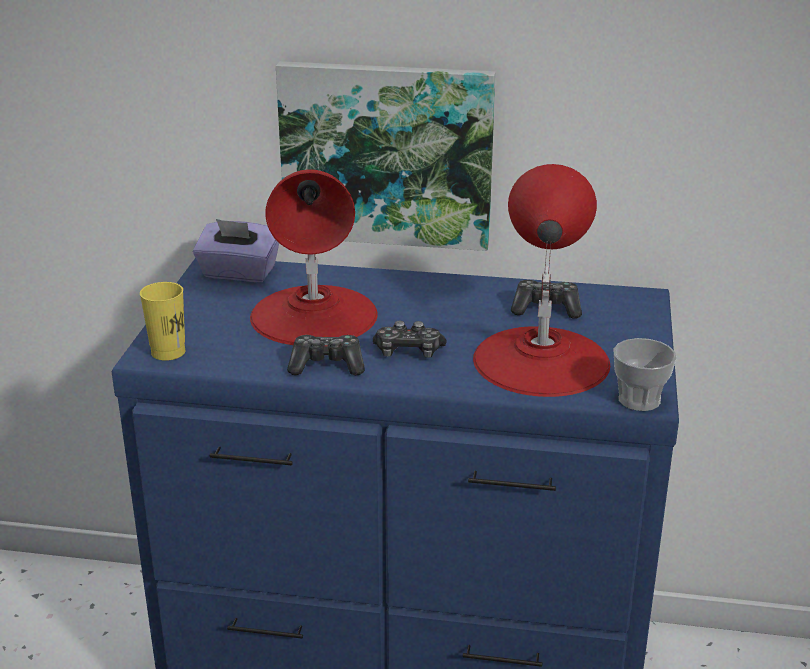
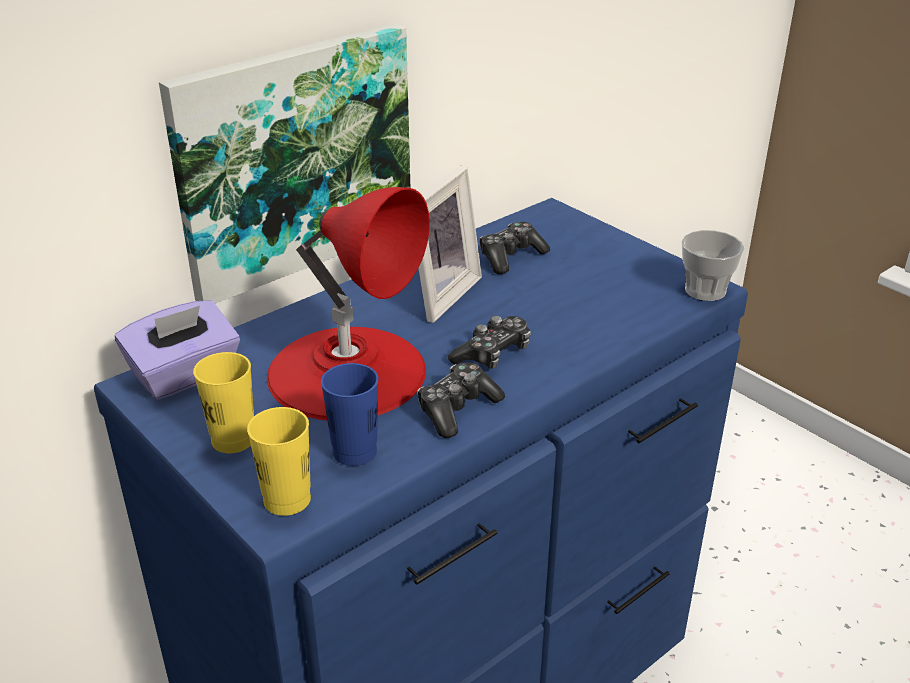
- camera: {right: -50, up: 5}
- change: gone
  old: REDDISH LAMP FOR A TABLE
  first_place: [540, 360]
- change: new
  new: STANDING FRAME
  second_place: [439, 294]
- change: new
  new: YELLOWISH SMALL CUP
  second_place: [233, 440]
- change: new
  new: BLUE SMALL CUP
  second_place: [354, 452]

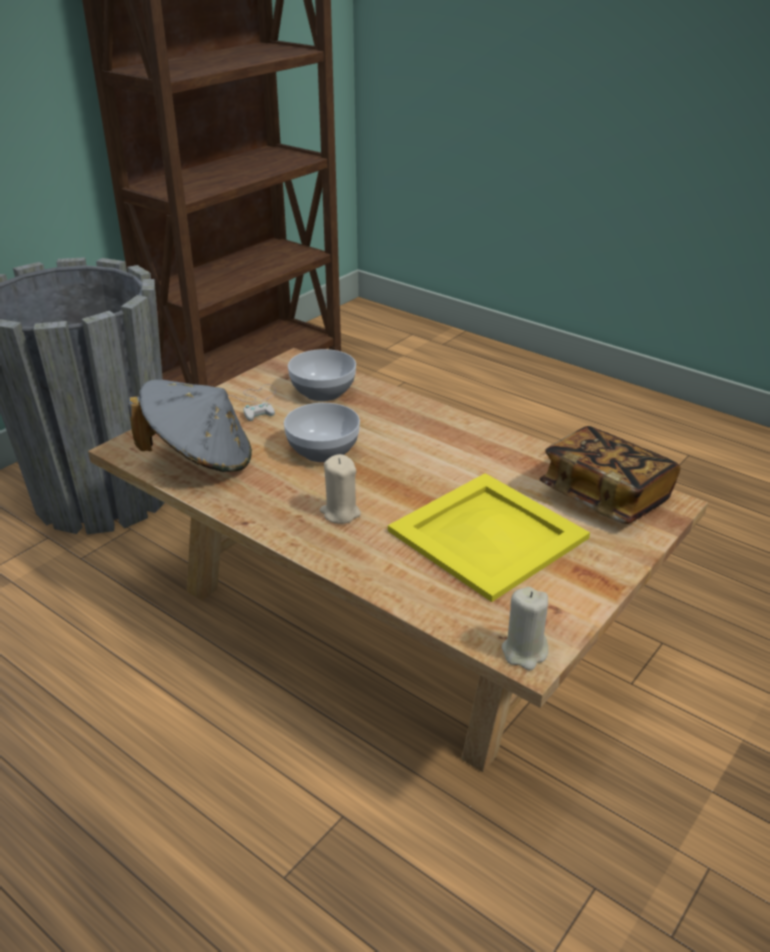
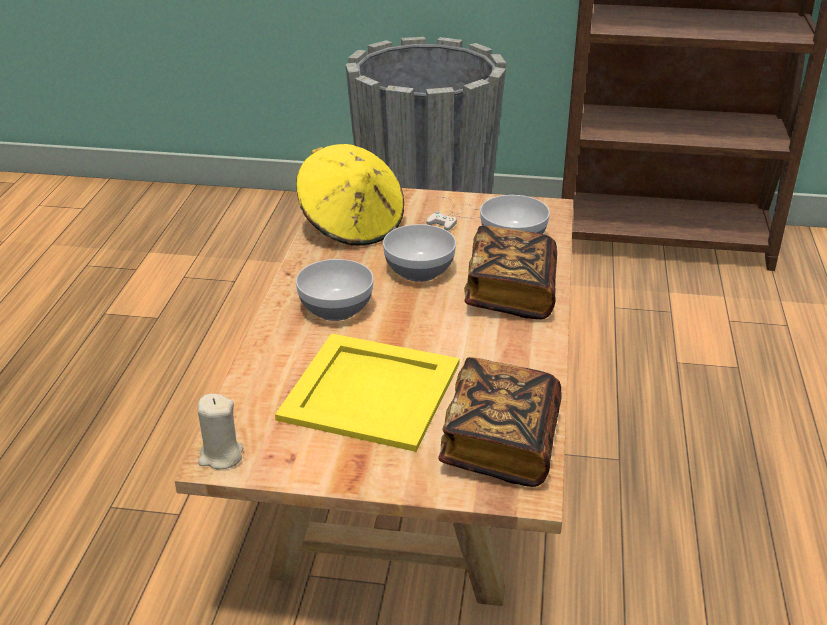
- camera: {right: 60, up: 0}
- change: repainted
  old: GREYISH WEARABLE HAT
  new: YELLOWISH WEARABLE HAT
  first_place: [200, 459]
  second_place: [352, 225]
- change: swapped
  old: SAND-COLOURED WAX CANDLE
  new: SERVING BOWL
  first_place: [340, 513]
  second_place: [337, 309]
- change: new
  new: BOOK
  second_place: [510, 293]

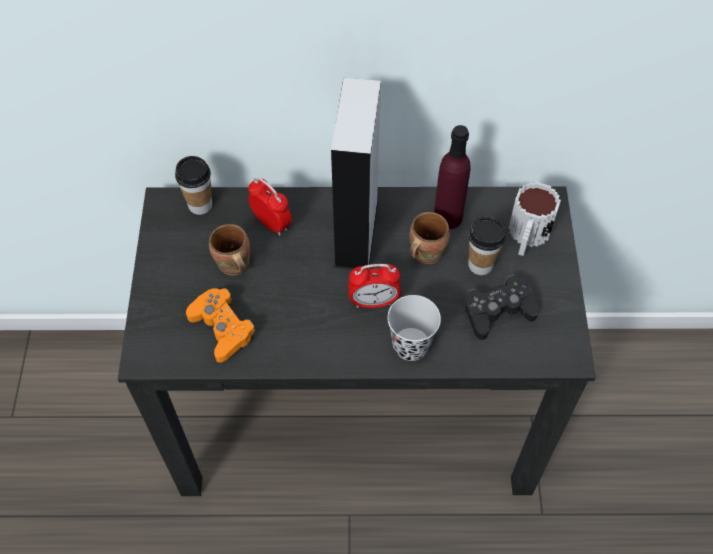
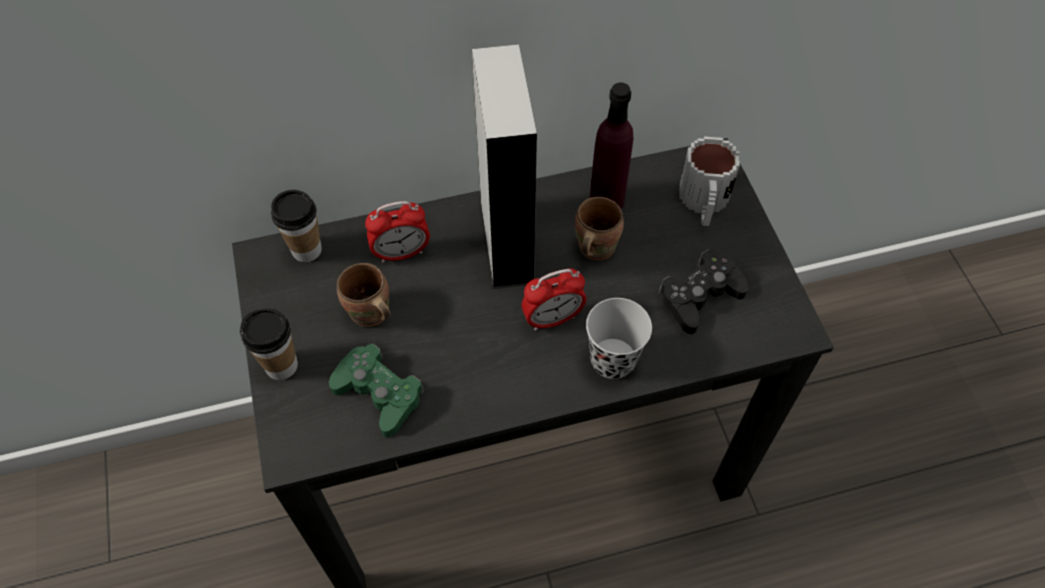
- camera: {right: -15, up: 0}
- change: rotated
  old: TABLE CLOCK
  first_place: [272, 223]
  second_place: [401, 253]
  degrees: 135
- change: shifted
  old: SMALL CUP
  first_place: [480, 264]
  second_place: [281, 366]
- change: repainted
  old: ORANGE-COLOURED GAMEPAD
  new: GREENISH GAMEPAD
  first_place: [222, 328]
  second_place: [379, 393]

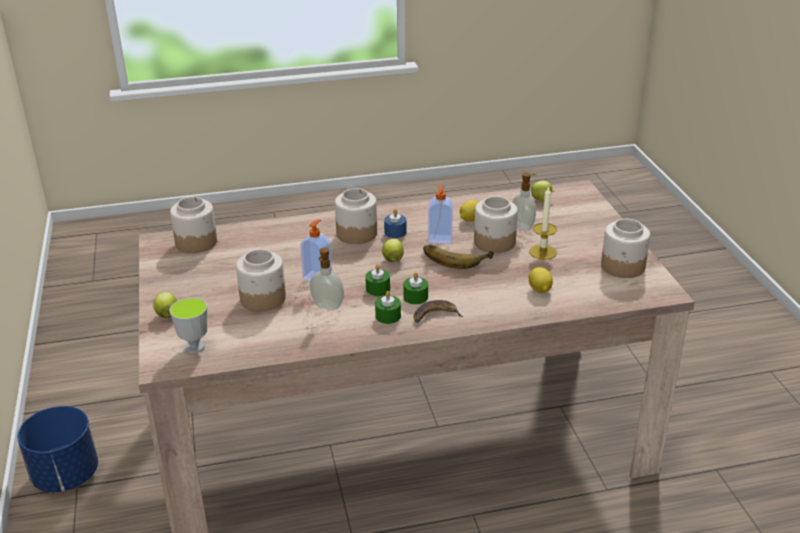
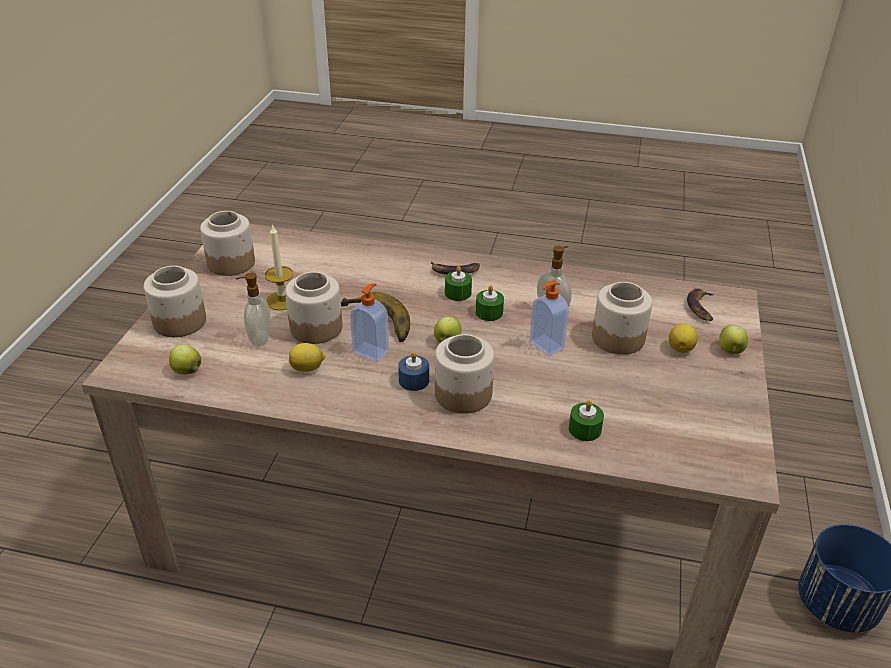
- camera: {right: -155, up: 5}
- change: shifted
  old: JAR
  first_place: [196, 242]
  second_place: [179, 322]
- change: shifted
  old: WHOLE LEMON
  first_place: [539, 290]
  second_place: [681, 348]
- change: shifted
  old: GREENISH WAX CANDLE
  first_place: [388, 316]
  second_place: [584, 429]
- change: swapped
  old: SMALL CUP
  new: BANANA FRUIT
  first_place: [194, 347]
  second_place: [701, 307]

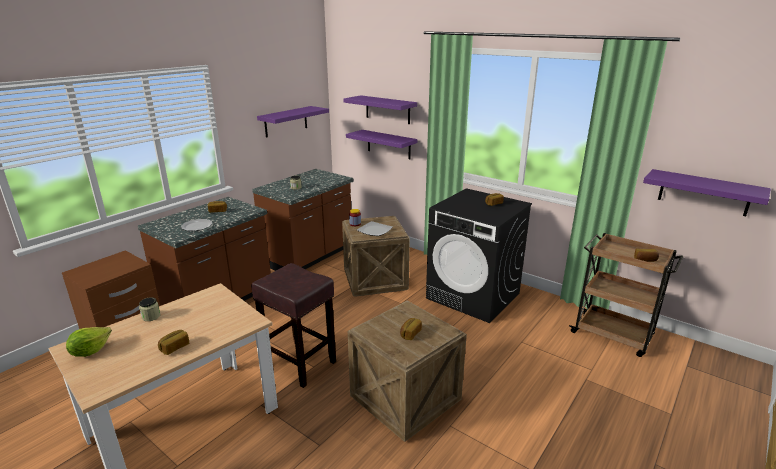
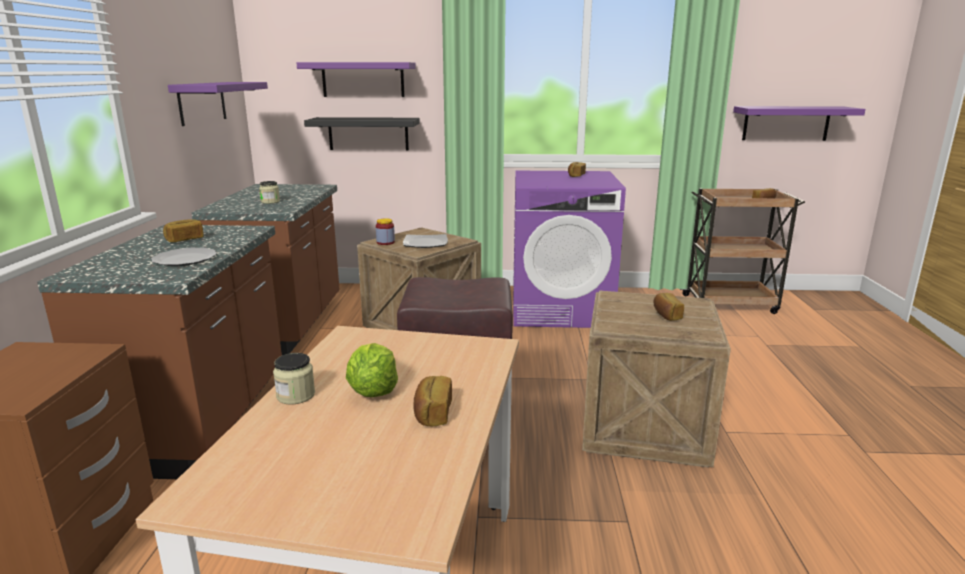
- camera: {right: -35, up: -5}
- change: repainted
  old: PURPLE WALL SHELF
  new: BLACKISH WALL SHELF
  first_place: [388, 144]
  second_place: [368, 133]
- change: repainted
  old: BLACKISH LAUNDRY MACHINE
  new: PURPLE LAUNDRY MACHINE
  first_place: [473, 296]
  second_place: [561, 310]
- change: shifted
  old: LETTUCE HEAD
  first_place: [90, 351]
  second_place: [373, 390]

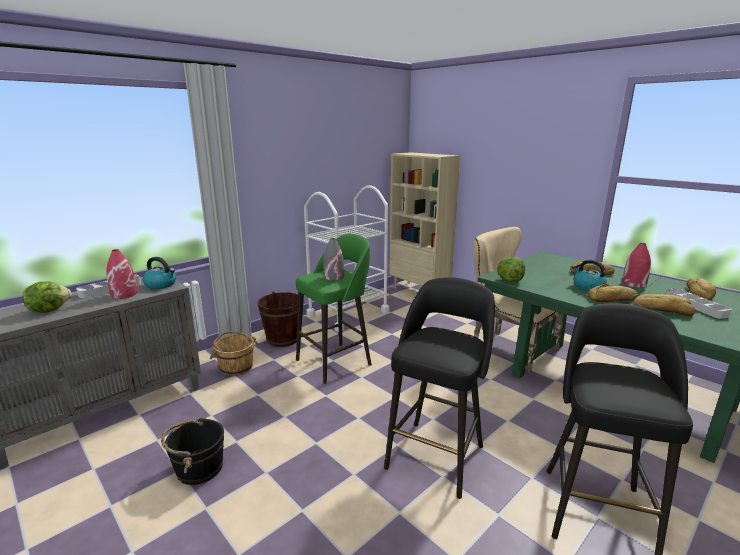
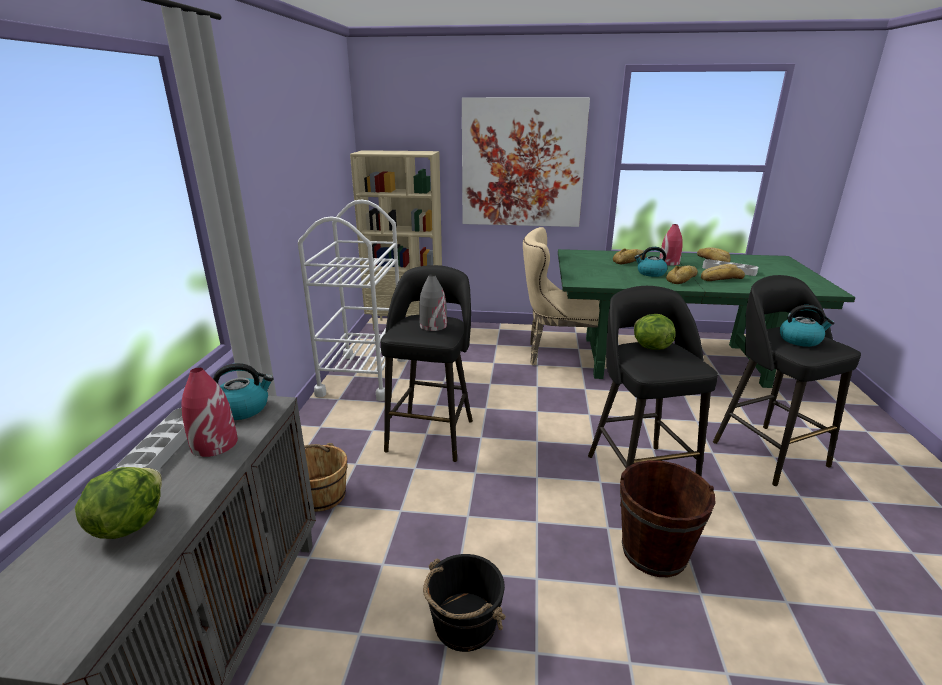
- camera: {right: -40, up: 5}
- change: repainted
  old: GREENISH STOOL SEAT
  new: BLACKISH STOOL SEAT
  first_place: [335, 362]
  second_place: [431, 434]
- change: shifted
  old: LETTUCE HEAD
  first_place: [509, 280]
  second_place: [650, 347]
- change: shifted
  old: BROWN PAIL
  first_place: [283, 339]
  second_place: [654, 552]
- change: new
  new: WALL PICTURE
  second_place: [522, 163]
- change: new
  new: WATER KETTLE
  second_place: [800, 340]

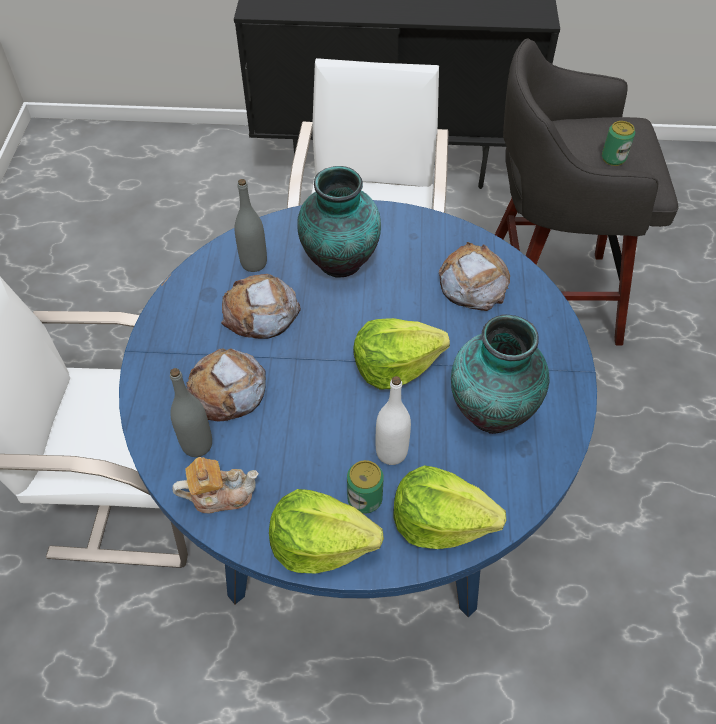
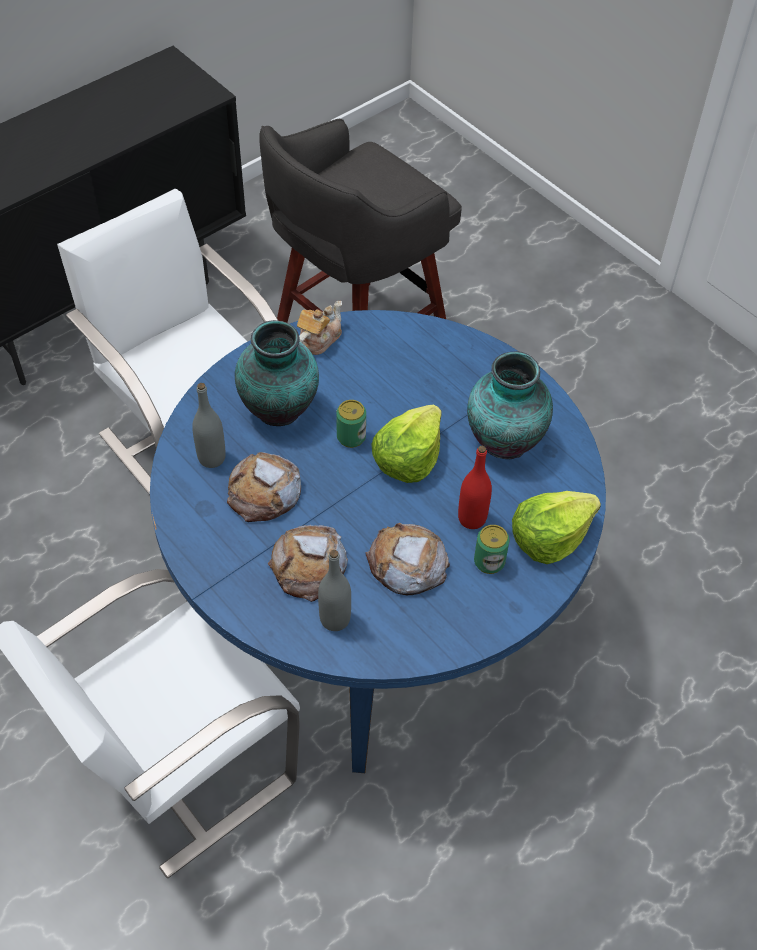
- camera: {right: -45, up: 0}
- change: shifted
  old: CAN
  first_place: [613, 158]
  second_place: [351, 437]
- change: shifted
  old: BAKED BREAD
  first_place: [472, 282]
  second_place: [407, 563]
- change: repainted
  old: WHITE DRINK BOTTLE
  new: REDDISH DRINK BOTTLE
  first_place: [391, 452]
  second_place: [472, 518]
- change: shifted
  old: TEAPOT
  first_place: [220, 494]
  second_place: [319, 339]
- change: gone
  old: LETTUCE HEAD
  first_place: [320, 543]

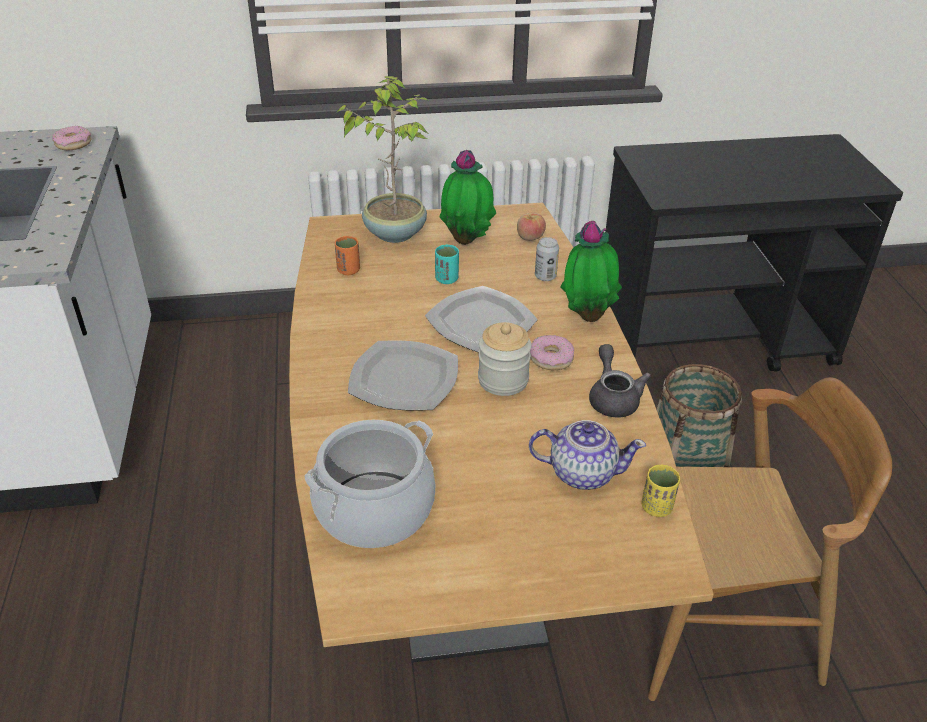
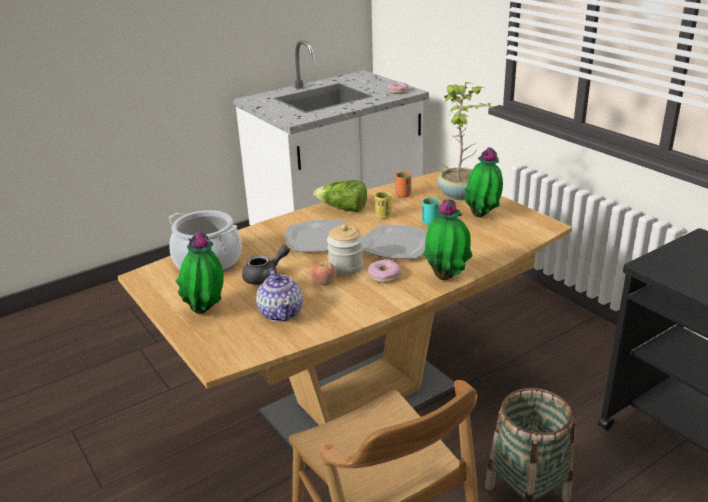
- camera: {right: 65, up: -10}
- change: shifted
  old: APPLE FRUIT
  first_place: [530, 237]
  second_place: [324, 283]
- change: gone
  old: CAN
  first_place: [545, 276]
- change: shifted
  old: GREYISH TEAPOT
  first_place: [613, 398]
  second_place: [266, 277]
- change: shifted
  old: YELLOWISH SMALL CUP
  first_place: [656, 507]
  second_place: [383, 216]
- change: new
  new: LETTUCE HEAD
  second_place: [343, 209]
- change: new
  new: POTTED PLANT
  second_place: [206, 312]

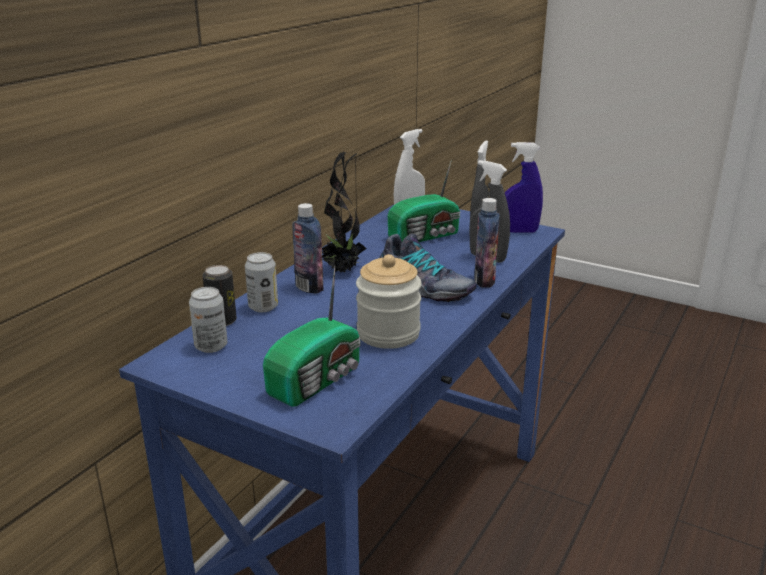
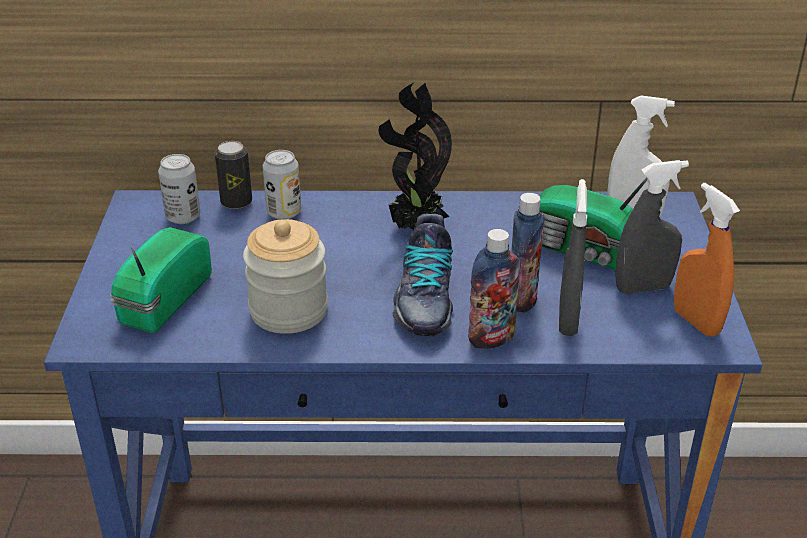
- camera: {right: 60, up: 10}
- change: repainted
  old: BLUE SPRAYER
  new: ORANGE-COLOURED SPRAYER
  first_place: [519, 231]
  second_place: [696, 322]
- change: shifted
  old: DRINK BOTTLE
  first_place: [309, 287]
  second_place: [522, 299]
- change: rotated
  old: RADIO RECEIVER
  first_place: [318, 380]
  second_place: [162, 300]
  degrees: 105

